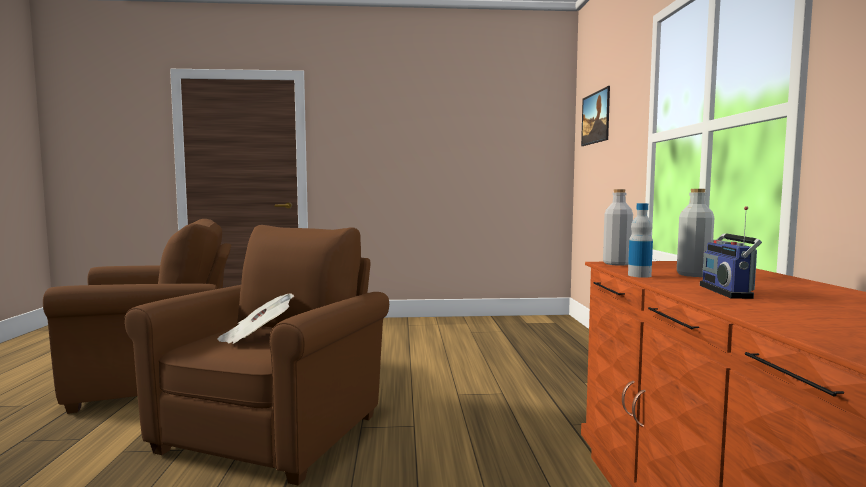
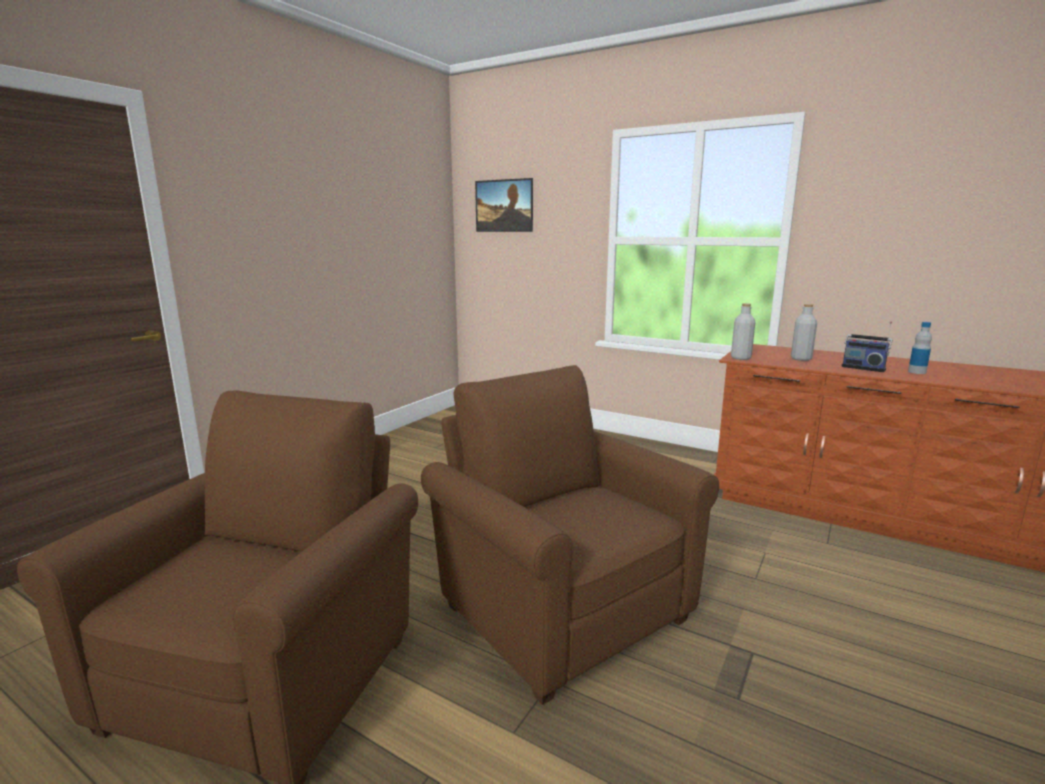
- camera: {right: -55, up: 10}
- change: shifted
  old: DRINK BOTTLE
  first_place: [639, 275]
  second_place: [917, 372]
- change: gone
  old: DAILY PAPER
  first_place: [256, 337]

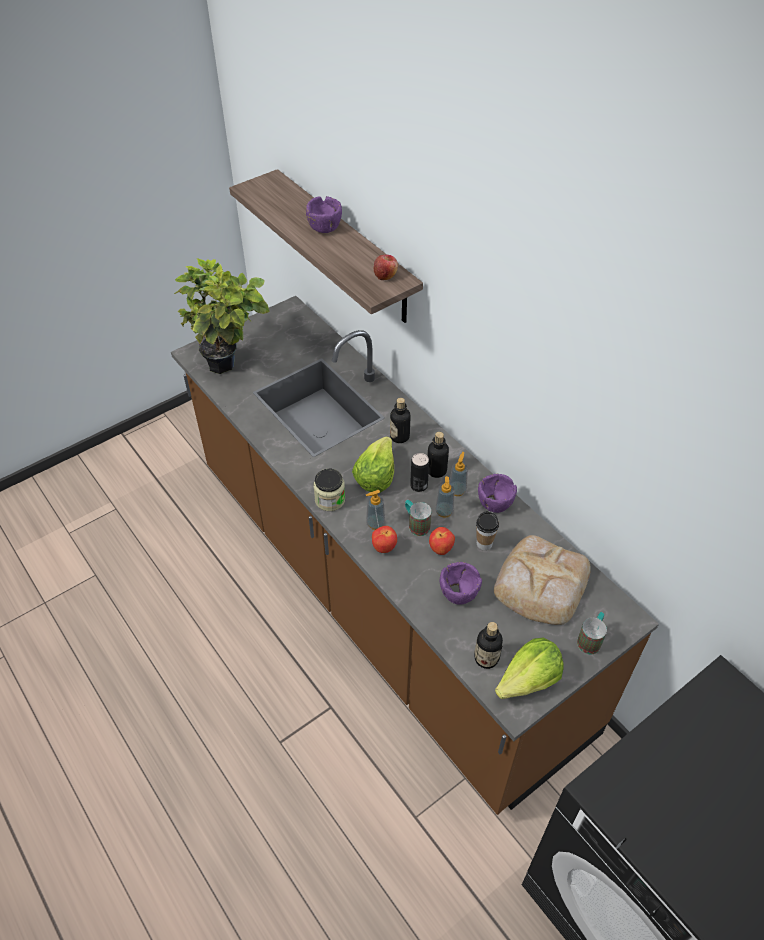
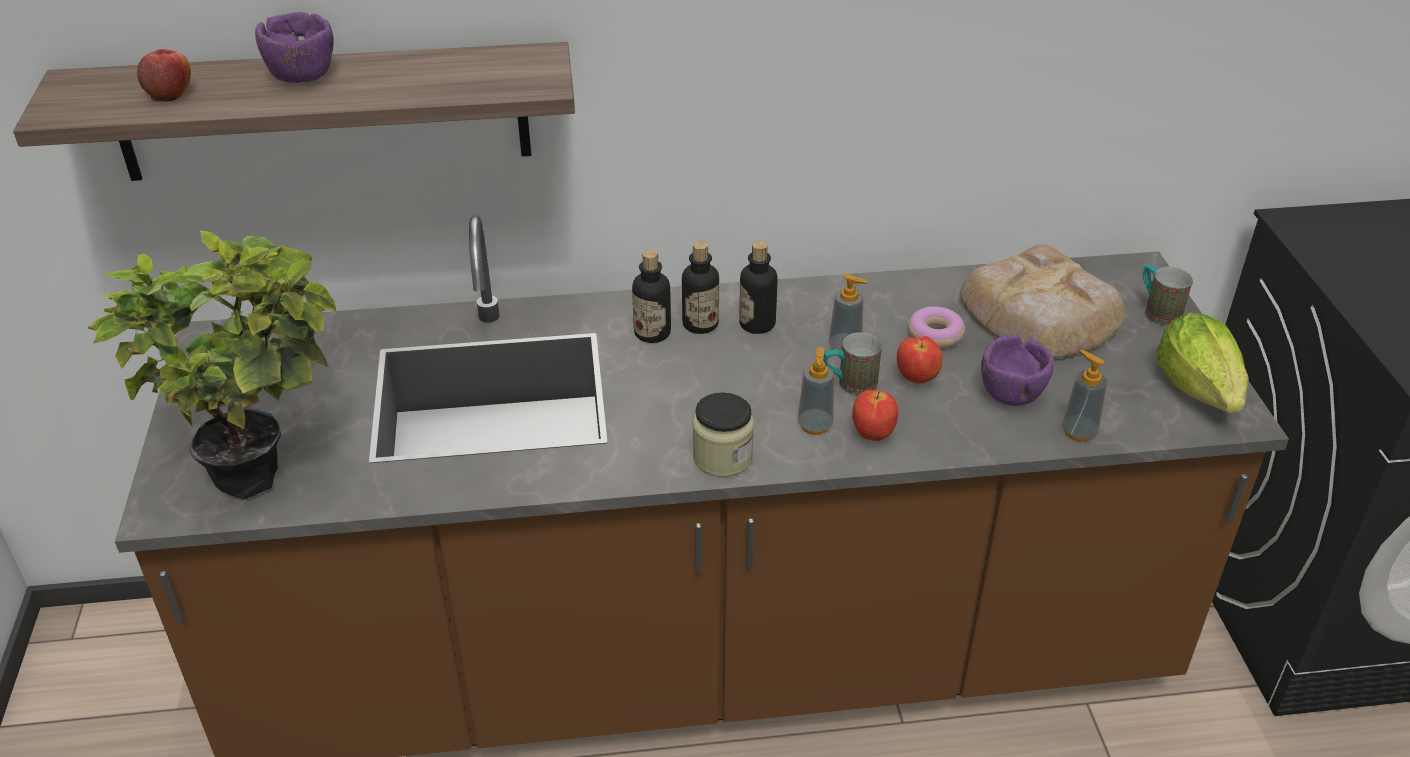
- camera: {right: -60, up: -10}
- change: shifted
  old: APPLE FRUIT
  first_place: [385, 275]
  second_place: [170, 93]
- change: gone
  old: LETTUCE HEAD
  first_place: [375, 475]
- change: shifted
  old: SOAP BOTTLE
  first_place: [457, 490]
  second_place: [1078, 432]
- change: gone
  old: CAN
  first_place: [419, 485]
- change: gone
  old: PURPLE SERVING BOWL
  first_place: [494, 503]
- change: swapped
  old: SMALL CUP
  new: DOUGHNUT
  first_place: [484, 544]
  second_place: [935, 334]
- change: shifted
  old: DRINK BOTTLE
  first_place: [486, 658]
  second_place: [700, 324]

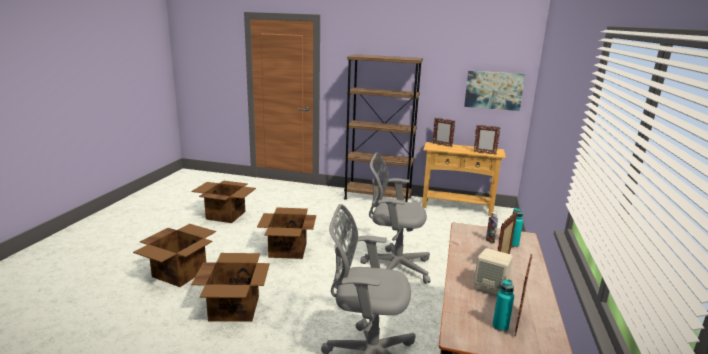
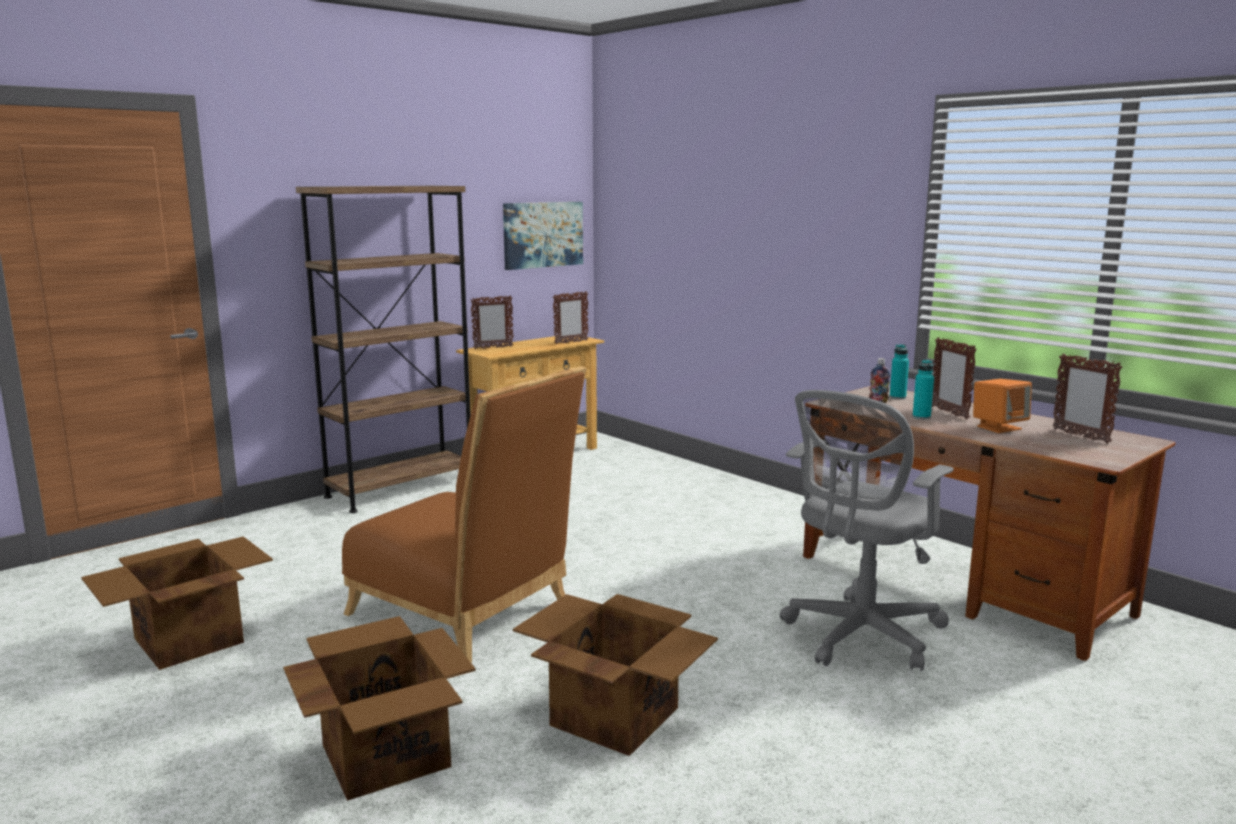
- camera: {right: -55, up: -5}
- change: gone
  old: GREYISH DESK CHAIR
  first_place: [393, 266]
- change: swapped
  old: PACKING BOX
  new: BROWN UPRIGHT CHAIR
  first_place: [287, 250]
  second_place: [468, 613]
- change: repainted
  old: SAND-COLOURED AUDIO SPEAKER
  new: ORANGE-COLOURED AUDIO SPEAKER
  first_place: [491, 287]
  second_place: [998, 427]
- change: shifted
  old: BLUE-GREEN DRINK BOTTLE
  first_place: [500, 326]
  second_place: [921, 417]

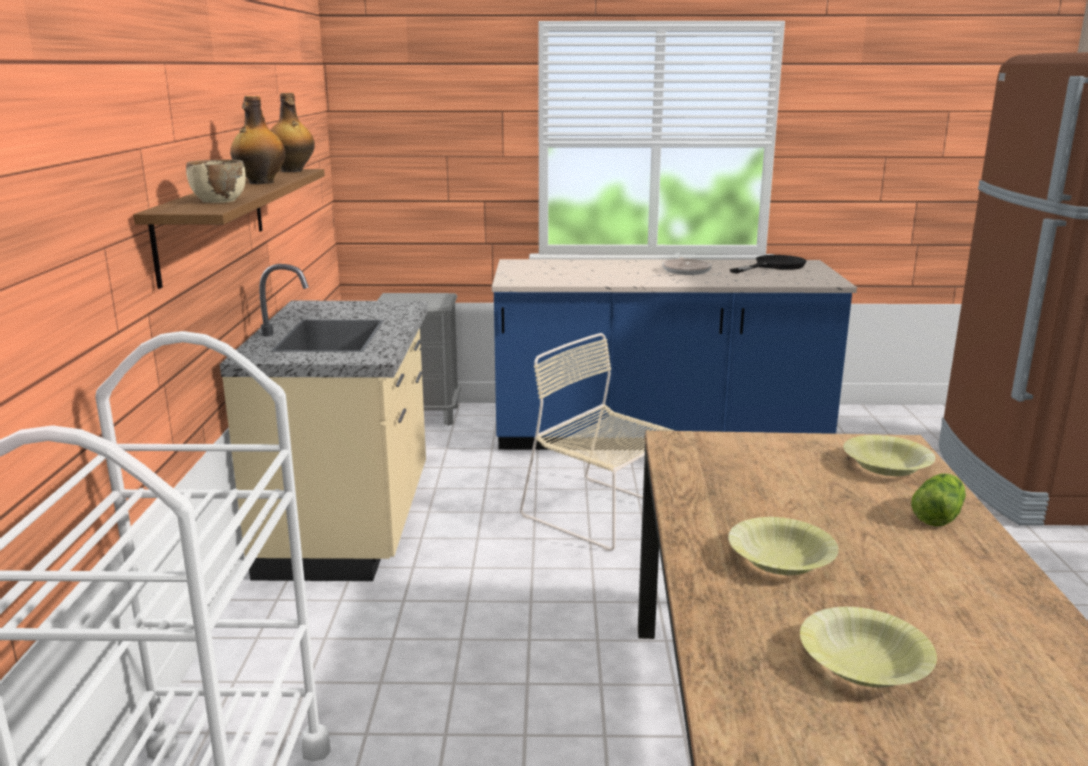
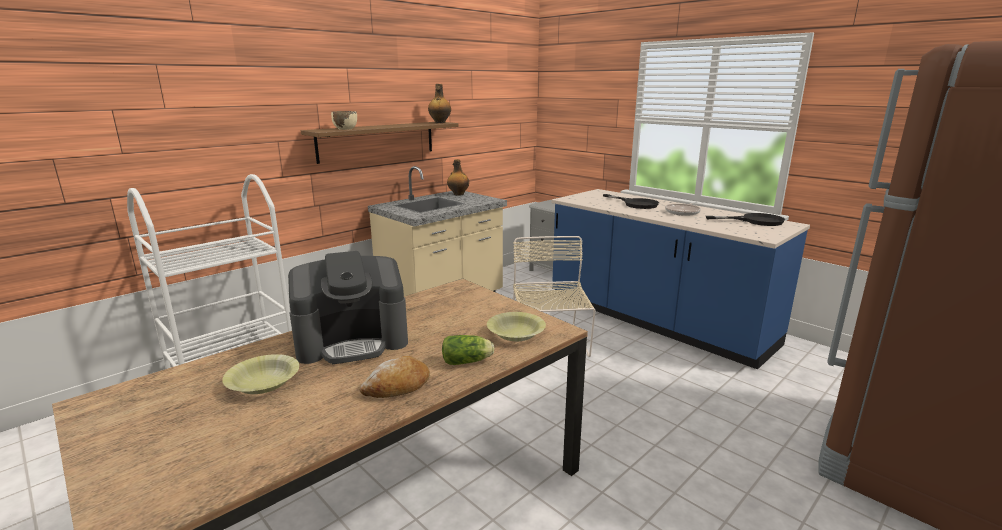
- camera: {right: 45, up: 0}
- change: shifted
  old: DRINK BOTTLE
  first_place: [260, 182]
  second_place: [458, 194]
- change: swapped
  old: YELLOWISH SERVING BOWL
  new: COFFEE BREWER
  first_place: [780, 559]
  second_place: [353, 341]
- change: new
  new: BLACKISH PAN
  second_place: [635, 204]
- change: new
  new: BAKED BREAD
  second_place: [397, 386]

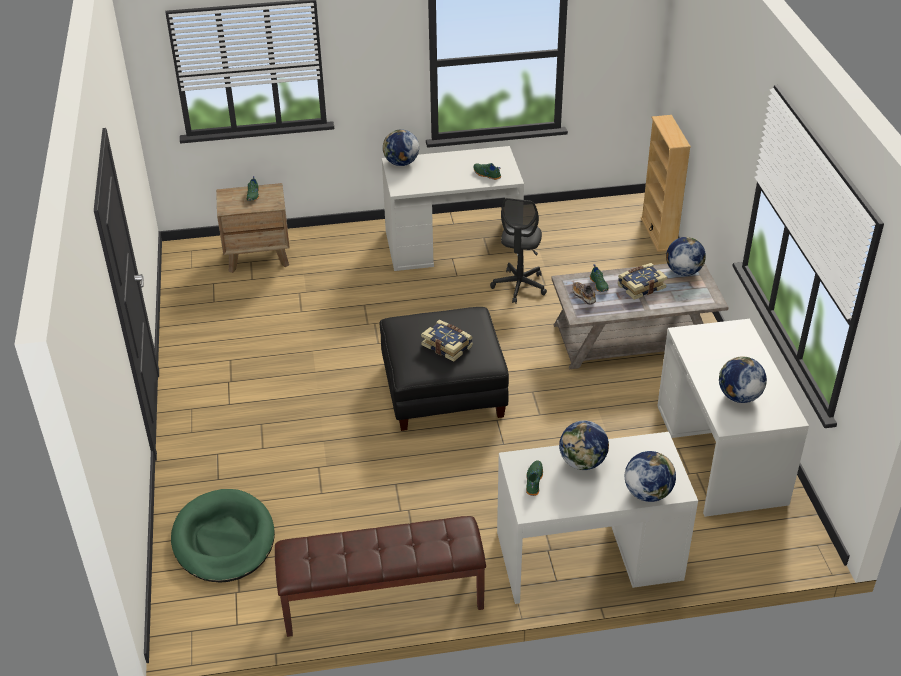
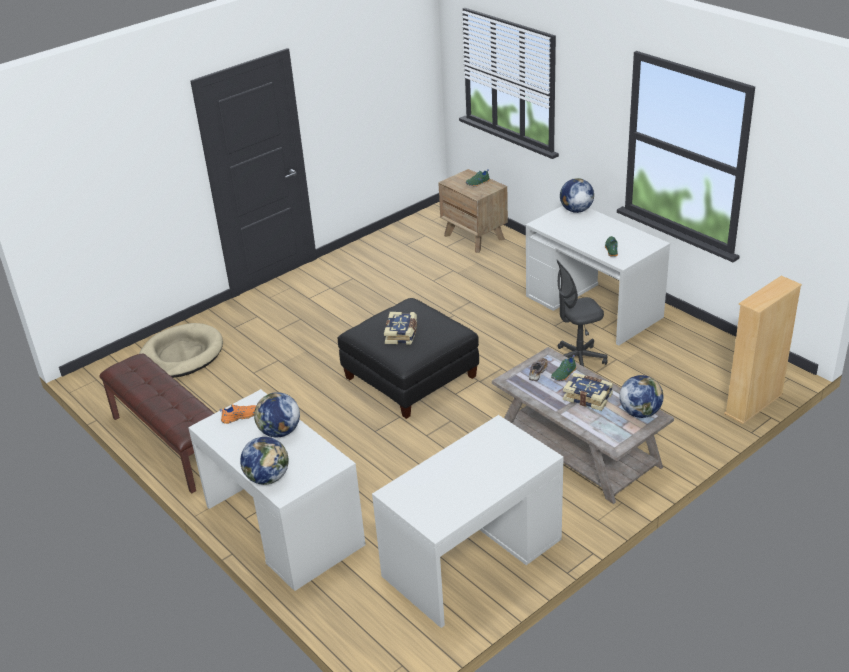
- camera: {right: 60, up: -5}
- change: gone
  old: DESK GLOBE
  first_place: [738, 396]
- change: repainted
  old: GREENISH ITEM OF FOOTWEAR
  new: ORANGE-COLOURED ITEM OF FOOTWEAR
  first_place: [533, 481]
  second_place: [240, 416]
- change: repainted
  old: GREENISH DOG BED
  new: SAND-COLOURED DOG BED
  first_place: [224, 540]
  second_place: [181, 355]

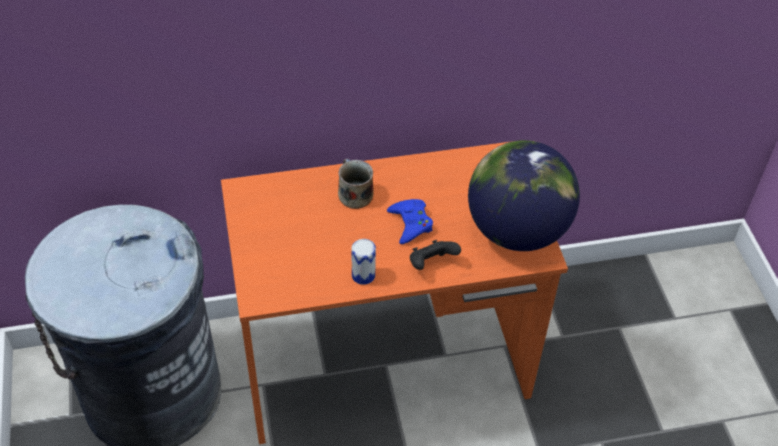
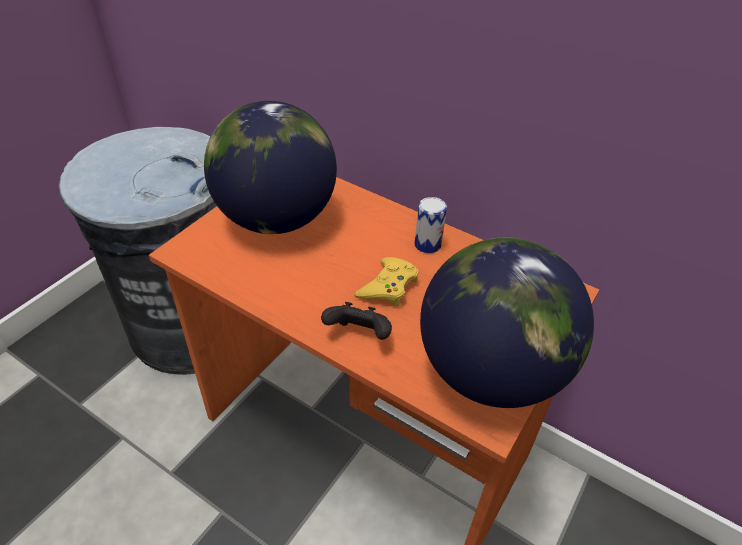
- camera: {right: 45, up: -5}
- change: gone
  old: MUG
  first_place: [354, 193]
- change: repainted
  old: BLUE GAMEPAD
  new: YELLOWISH GAMEPAD
  first_place: [410, 224]
  second_place: [388, 286]
- change: shifted
  old: CAN
  first_place: [363, 275]
  second_place: [427, 244]
- change: new
  new: DESK GLOBE
  second_place: [276, 219]

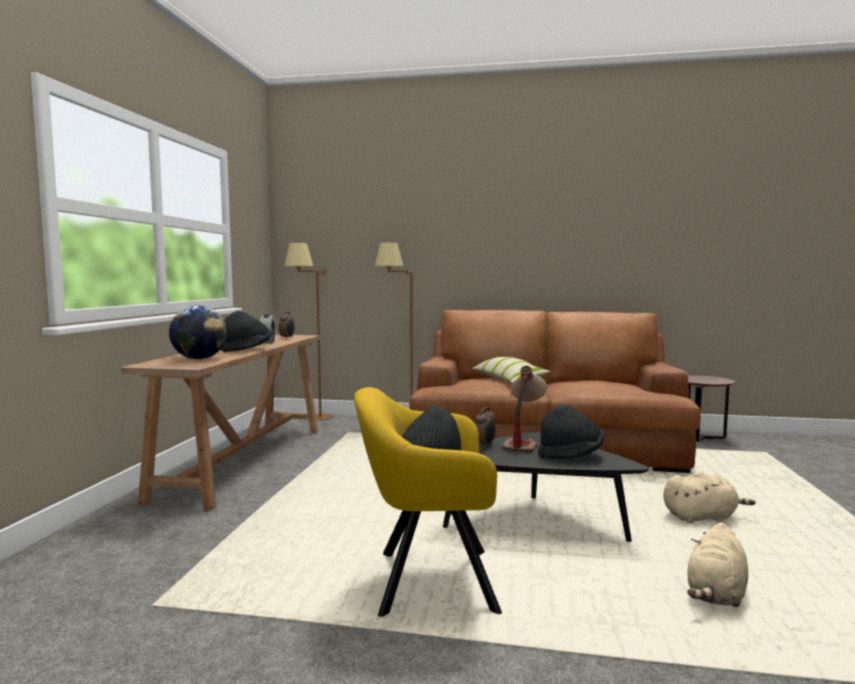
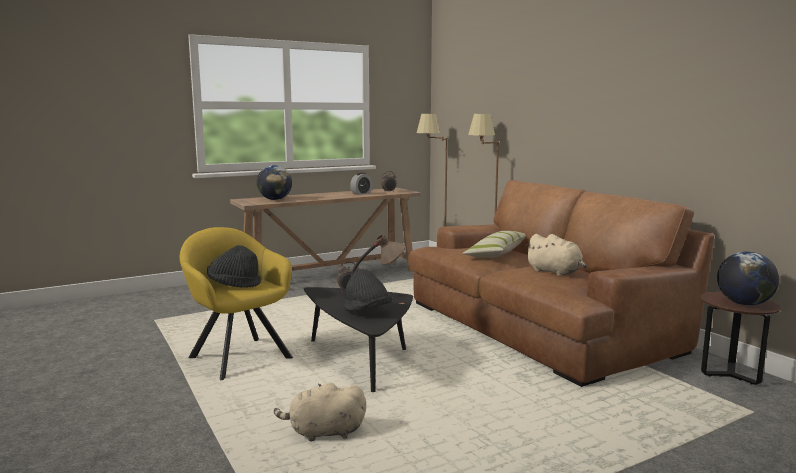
- camera: {right: 50, up: 5}
- change: gone
  old: BLACKISH WEARABLE HAT
  first_place: [246, 350]
- change: shifted
  old: SAND-COLOURED PLUSH TOY
  first_place: [702, 517]
  second_place: [555, 272]
- change: new
  new: DESK GLOBE
  second_place: [744, 304]

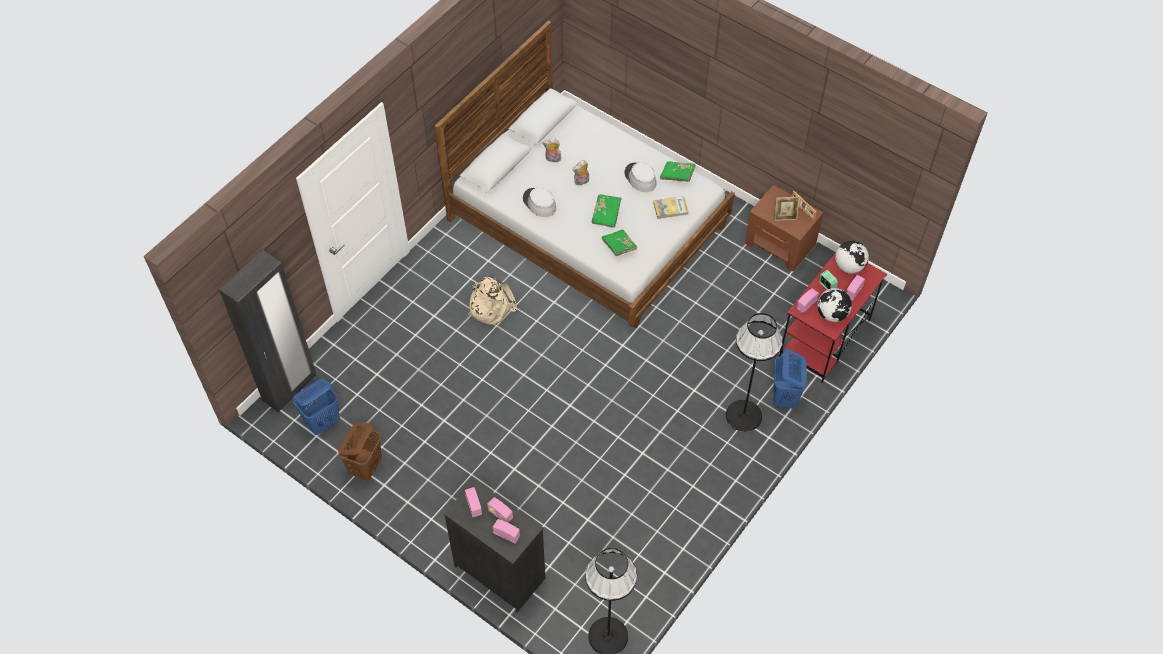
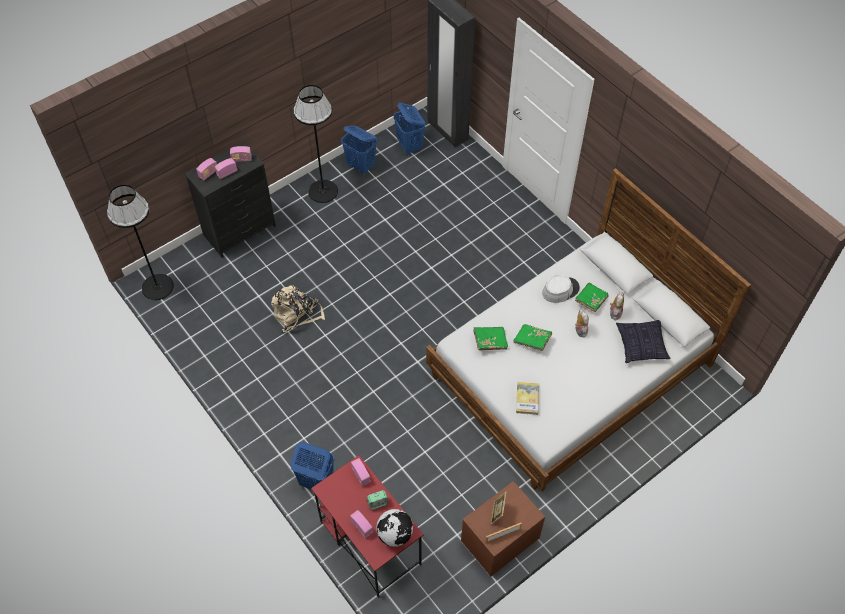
- camera: {right: 105, up: 0}
- change: shifted
  old: GREENISH BOOK
  first_place: [677, 175]
  second_place: [590, 300]
- change: gone
  old: GREYISH WEARABLE HAT
  first_place: [640, 178]
- change: shifted
  old: SAND-COLOURED BACKPACK
  first_place: [490, 306]
  second_place: [297, 314]
- change: gone
  old: DESK GLOBE
  first_place: [832, 314]
- change: shifted
  old: BLACKISH FLOOR LAMP
  first_place: [743, 415]
  second_place: [323, 191]
- change: repainted
  old: BROWN LAUNDRY BASKET
  new: BLUE LAUNDRY BASKET
  first_place: [366, 467]
  second_place: [361, 166]
- change: new
  new: THROW PILLOW
  second_place: [641, 345]

